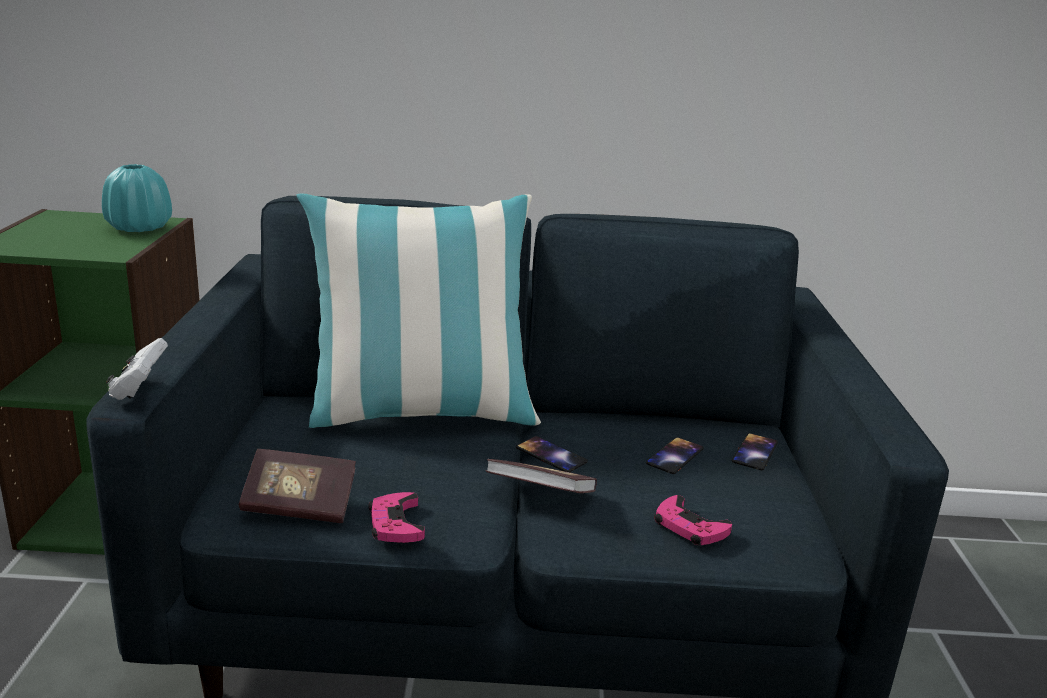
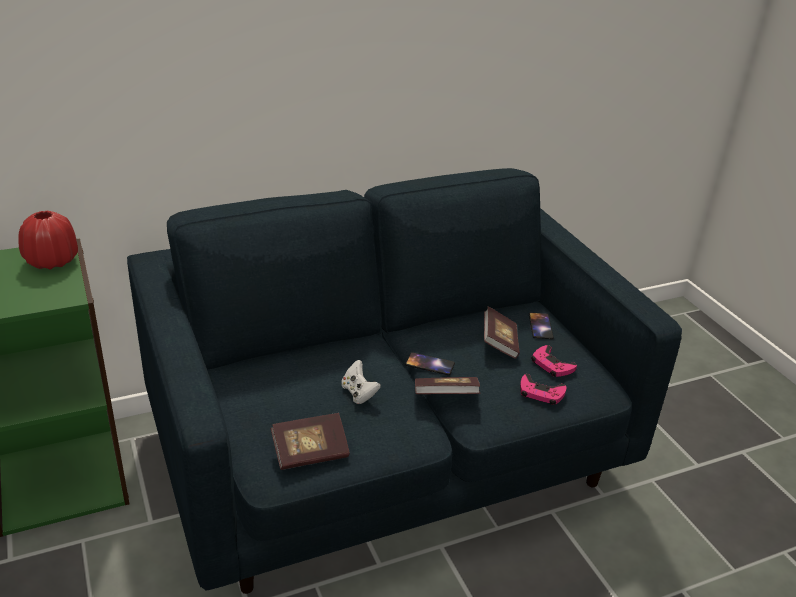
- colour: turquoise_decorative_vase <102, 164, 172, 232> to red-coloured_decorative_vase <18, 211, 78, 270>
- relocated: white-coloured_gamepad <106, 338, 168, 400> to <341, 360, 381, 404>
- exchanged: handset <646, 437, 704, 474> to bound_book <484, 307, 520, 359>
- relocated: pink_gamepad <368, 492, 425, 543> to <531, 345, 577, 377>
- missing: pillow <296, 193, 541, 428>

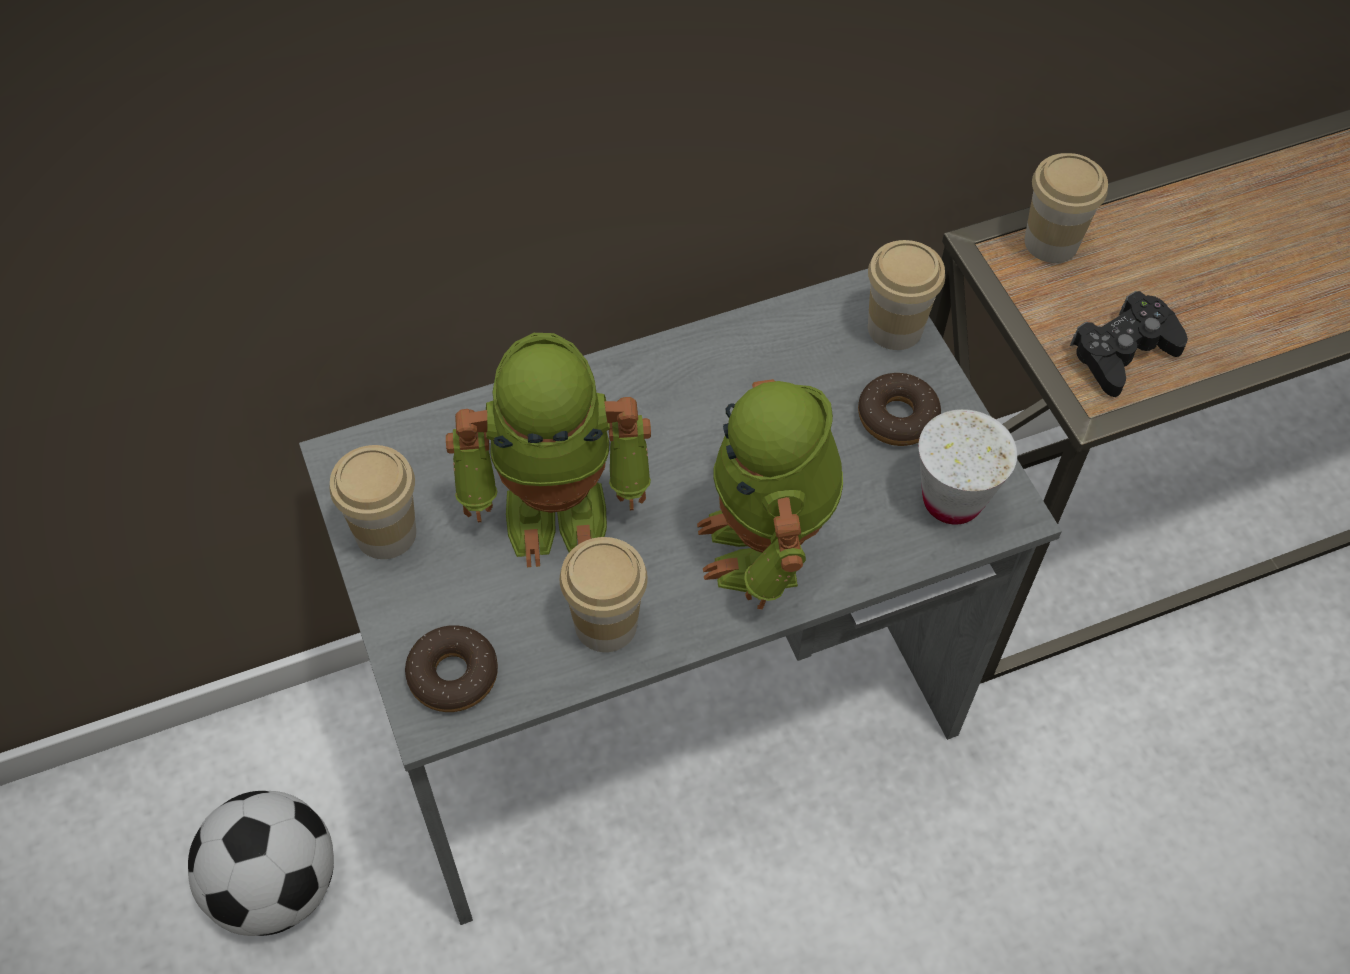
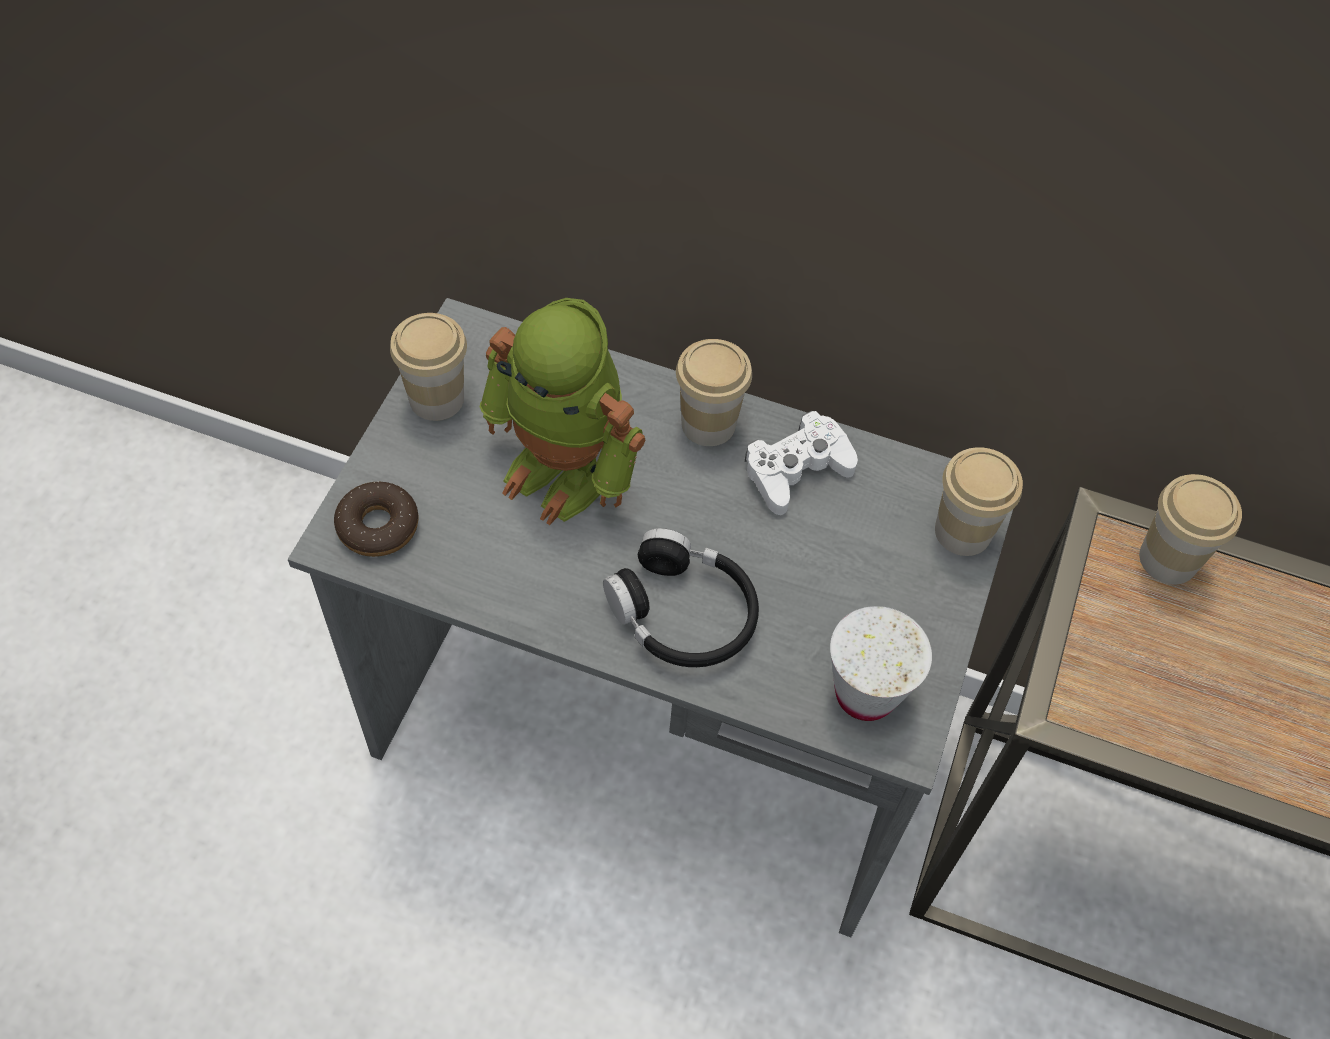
- exchanged: model_robot <697, 379, 843, 609> to blackish_pair_of_headphones <603, 528, 759, 667>
- relocated: small_cup <560, 537, 648, 652> to <676, 339, 752, 446>
- appeared: white-coloured_gamepad <745, 411, 858, 515>
- missing: football <188, 791, 334, 936>
- missing: doughnut <858, 373, 941, 446>
- missing: blackish_gamepad <1070, 291, 1188, 397>

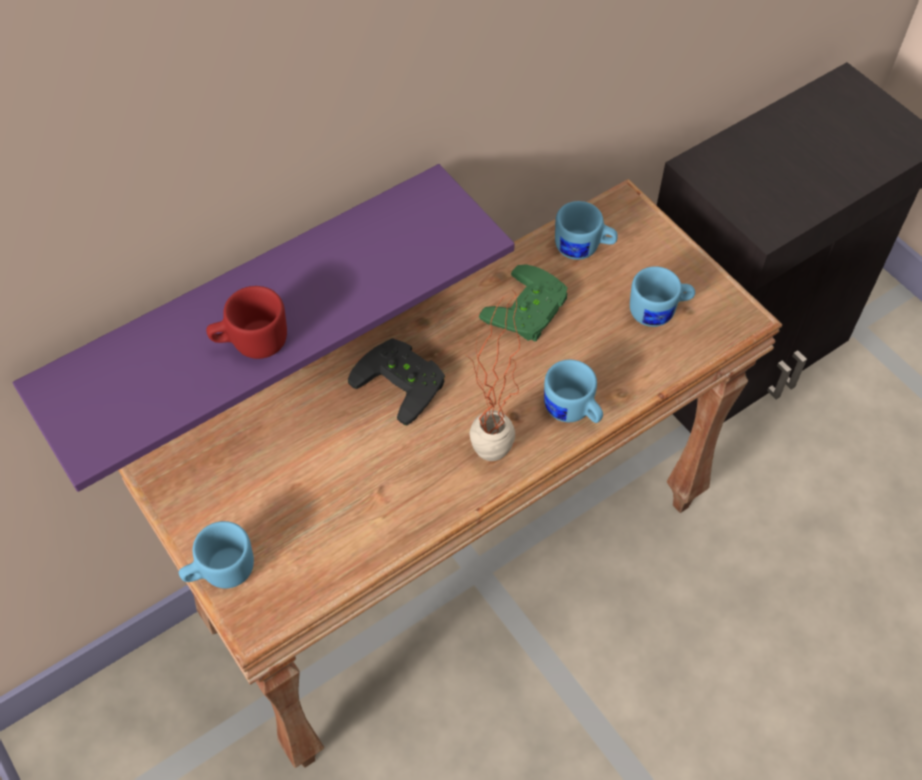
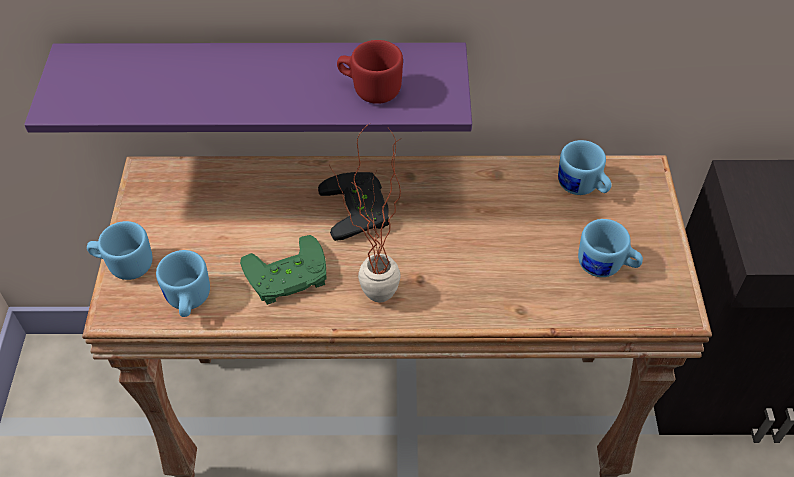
- relocated: blue-coloured_mug <544, 360, 603, 423> to <156, 250, 210, 317>
- relocated: green_gamepad <479, 264, 568, 341> to <240, 235, 327, 305>
- relocated: red-coloured_mug <206, 286, 287, 359> to <337, 40, 403, 104>

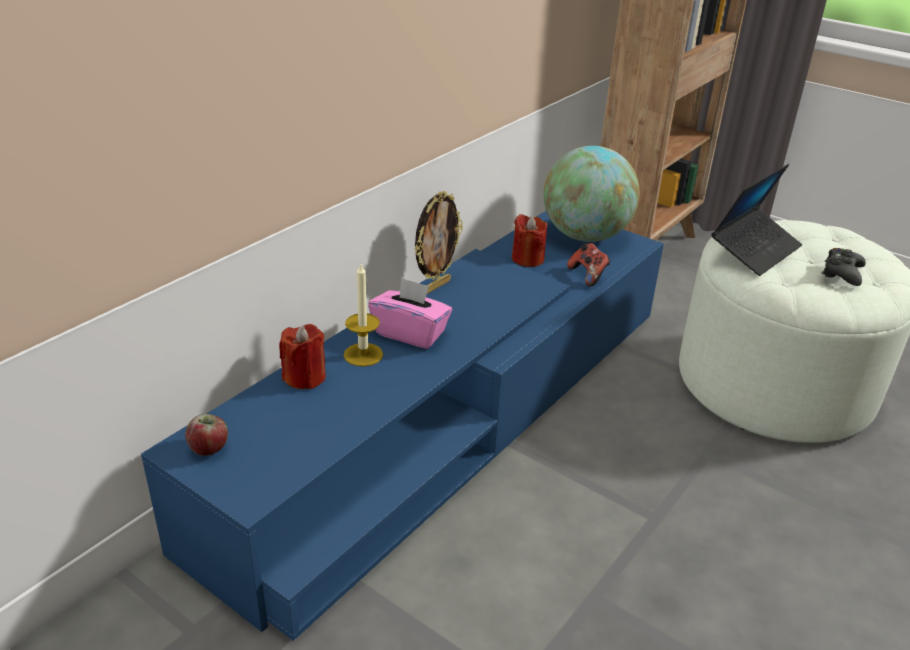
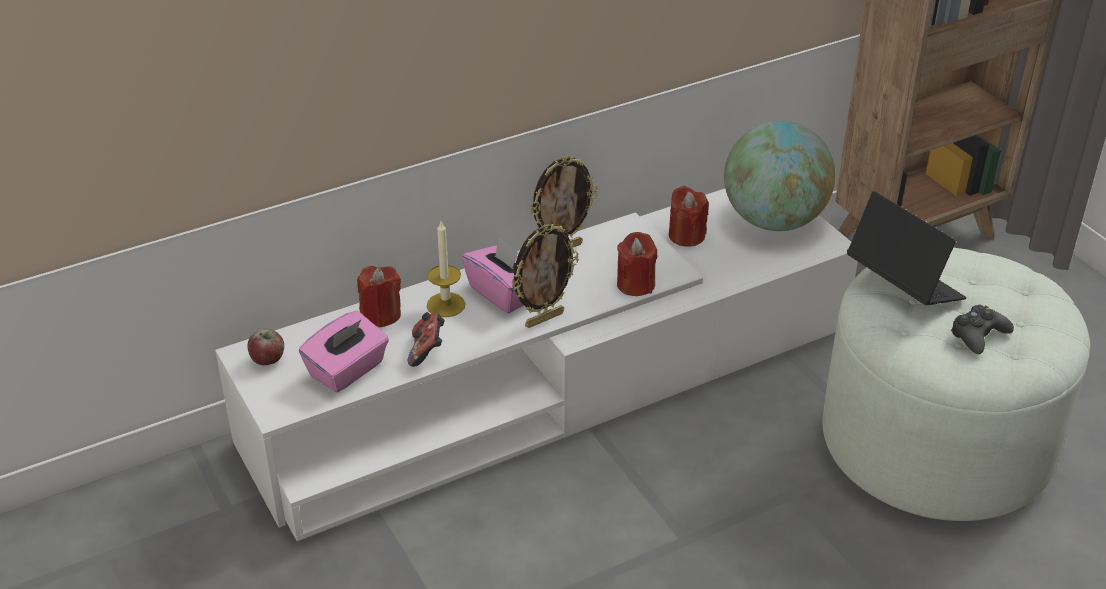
- colour: blue-coloured_media_console <141, 211, 664, 641> to white-coloured_media_console <215, 189, 858, 541>
- appeared: pink_tissue_box <299, 311, 389, 393>
- relocated: gamepad <567, 243, 611, 286> to <408, 312, 445, 367>
- appeared: standing_frame <511, 224, 579, 328>
- appeared: red-coloured_candle <617, 232, 657, 296>
- spun: laptop <711, 164, 802, 276> = <847, 191, 966, 305> 105 degrees counterclockwise

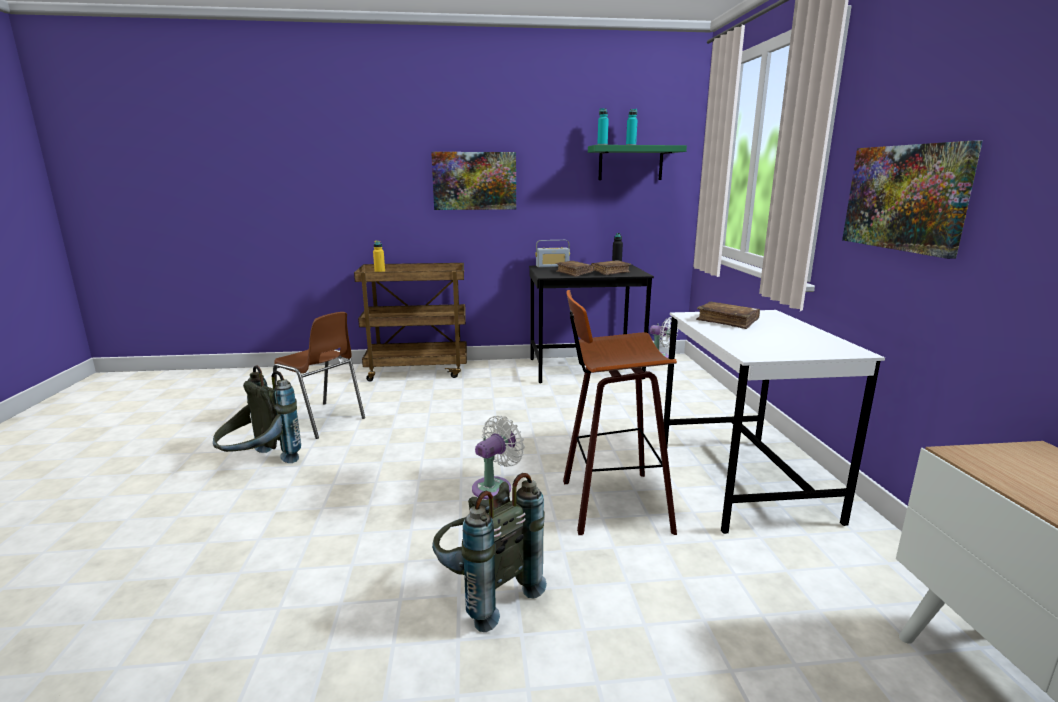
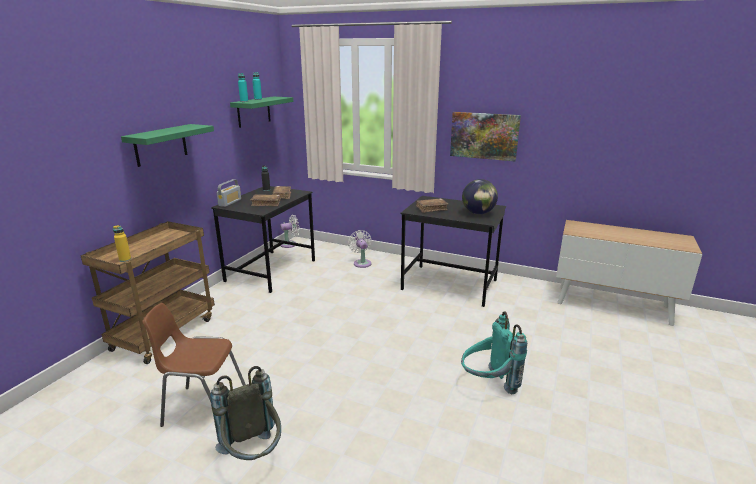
- exchanged: picture <431, 152, 516, 210> to green_wall_shelf <121, 124, 214, 167>
- spun: brown_plain_chair <273, 312, 365, 439> = <143, 303, 246, 427> 150 degrees counterclockwise
- relocated: white-coloured_electric_fan <472, 415, 525, 500> to <348, 230, 372, 268>
- colour: white-coloured_desk <664, 310, 885, 534> to blackish_desk <401, 196, 506, 307>
- colour: gray_backpack <432, 473, 547, 632> to turquoise_backpack <461, 311, 527, 394>
- appeared: desk_globe <462, 179, 498, 214>
- missing: stool_seat <563, 290, 677, 535>

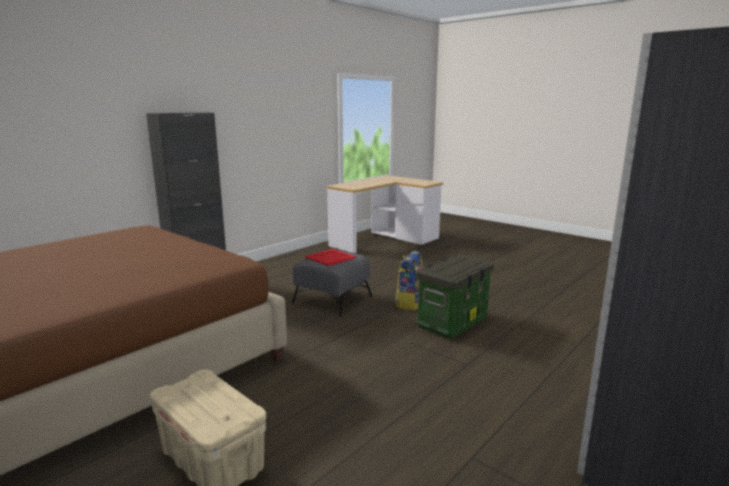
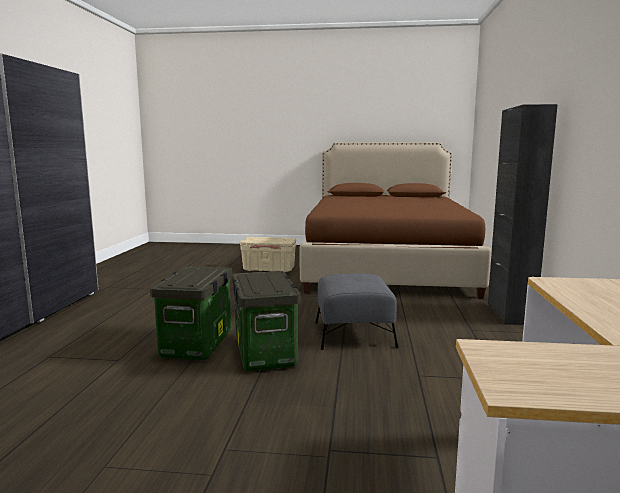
- exchanged: backpack <395, 251, 423, 311> to storage_bin <232, 271, 301, 372>
- missing: red-coloured_tray <305, 249, 356, 266>

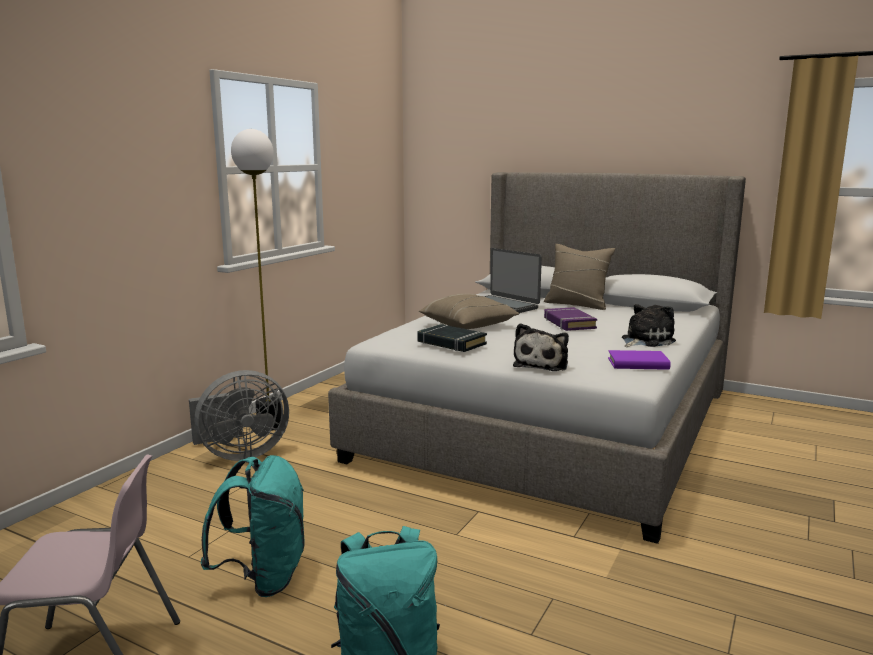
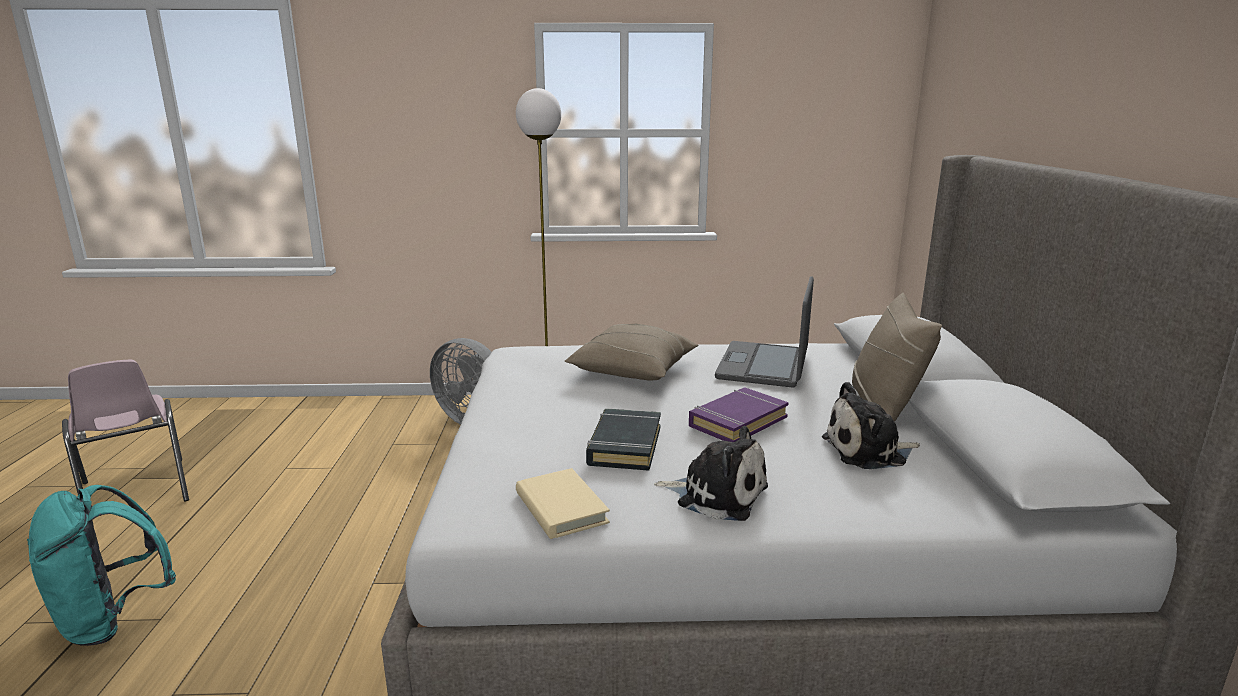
- colour: purple_bound_book <608, 350, 671, 370> to sand-coloured_bound_book <516, 468, 610, 539>
- relocated: blackish_bound_book <418, 324, 487, 352> to <586, 409, 661, 471>
- relocated: plush_toy <513, 323, 569, 371> to <822, 382, 920, 469>
- missing: turquoise_backpack <200, 455, 305, 597>

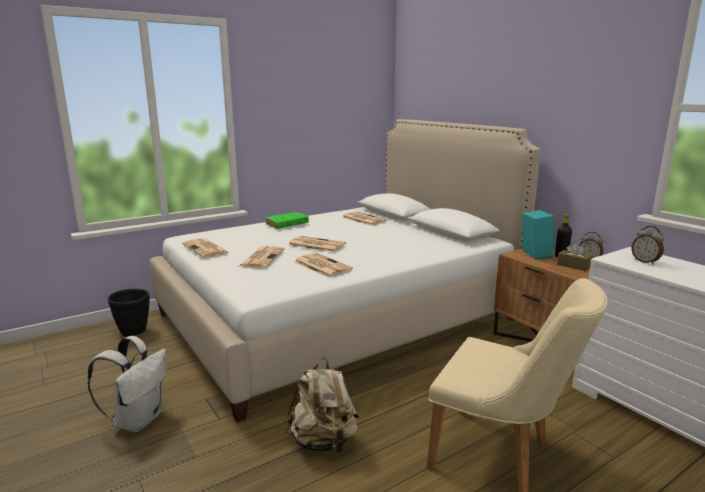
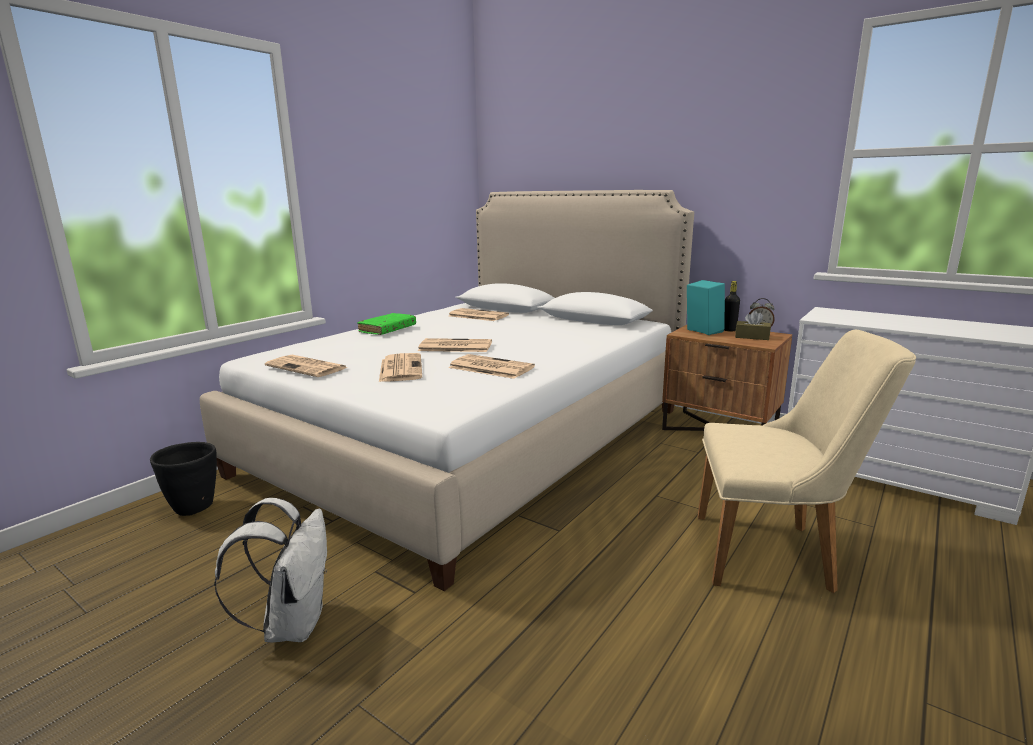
- missing: sand-coloured_backpack <285, 358, 359, 454>
- missing: table_clock <631, 226, 664, 265>

